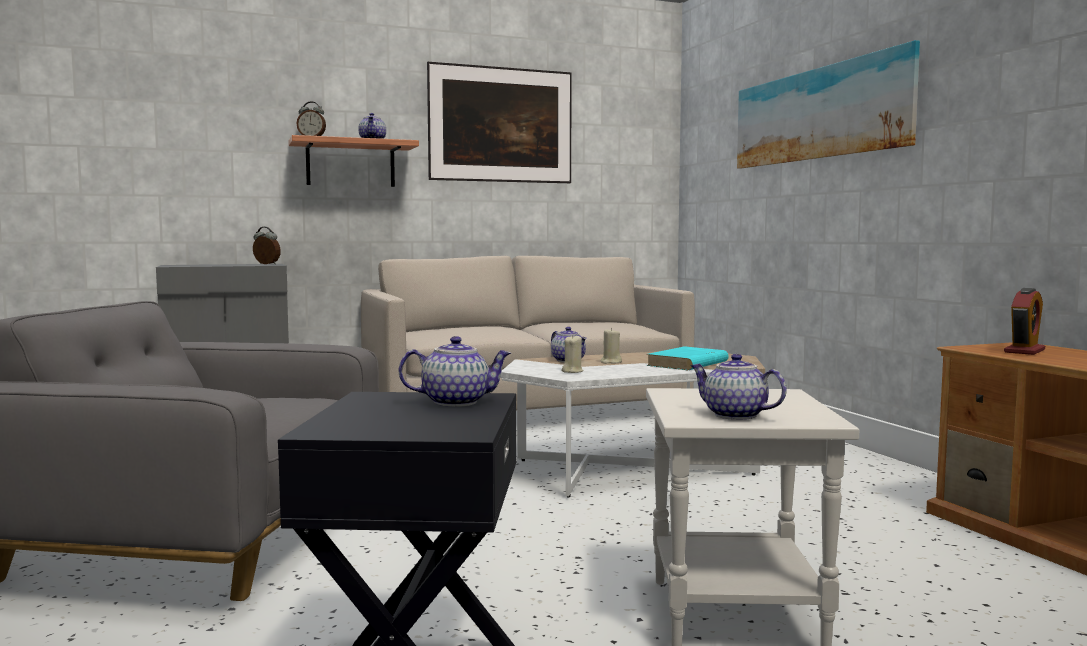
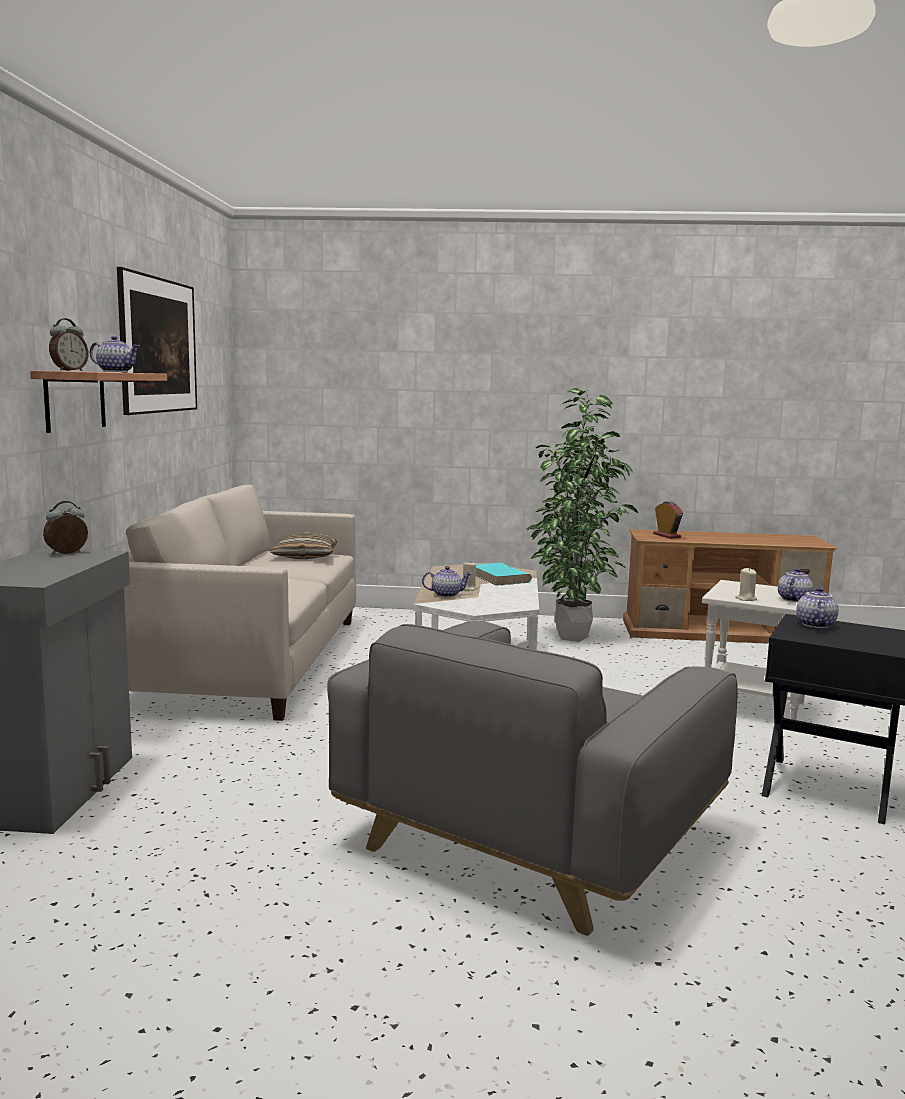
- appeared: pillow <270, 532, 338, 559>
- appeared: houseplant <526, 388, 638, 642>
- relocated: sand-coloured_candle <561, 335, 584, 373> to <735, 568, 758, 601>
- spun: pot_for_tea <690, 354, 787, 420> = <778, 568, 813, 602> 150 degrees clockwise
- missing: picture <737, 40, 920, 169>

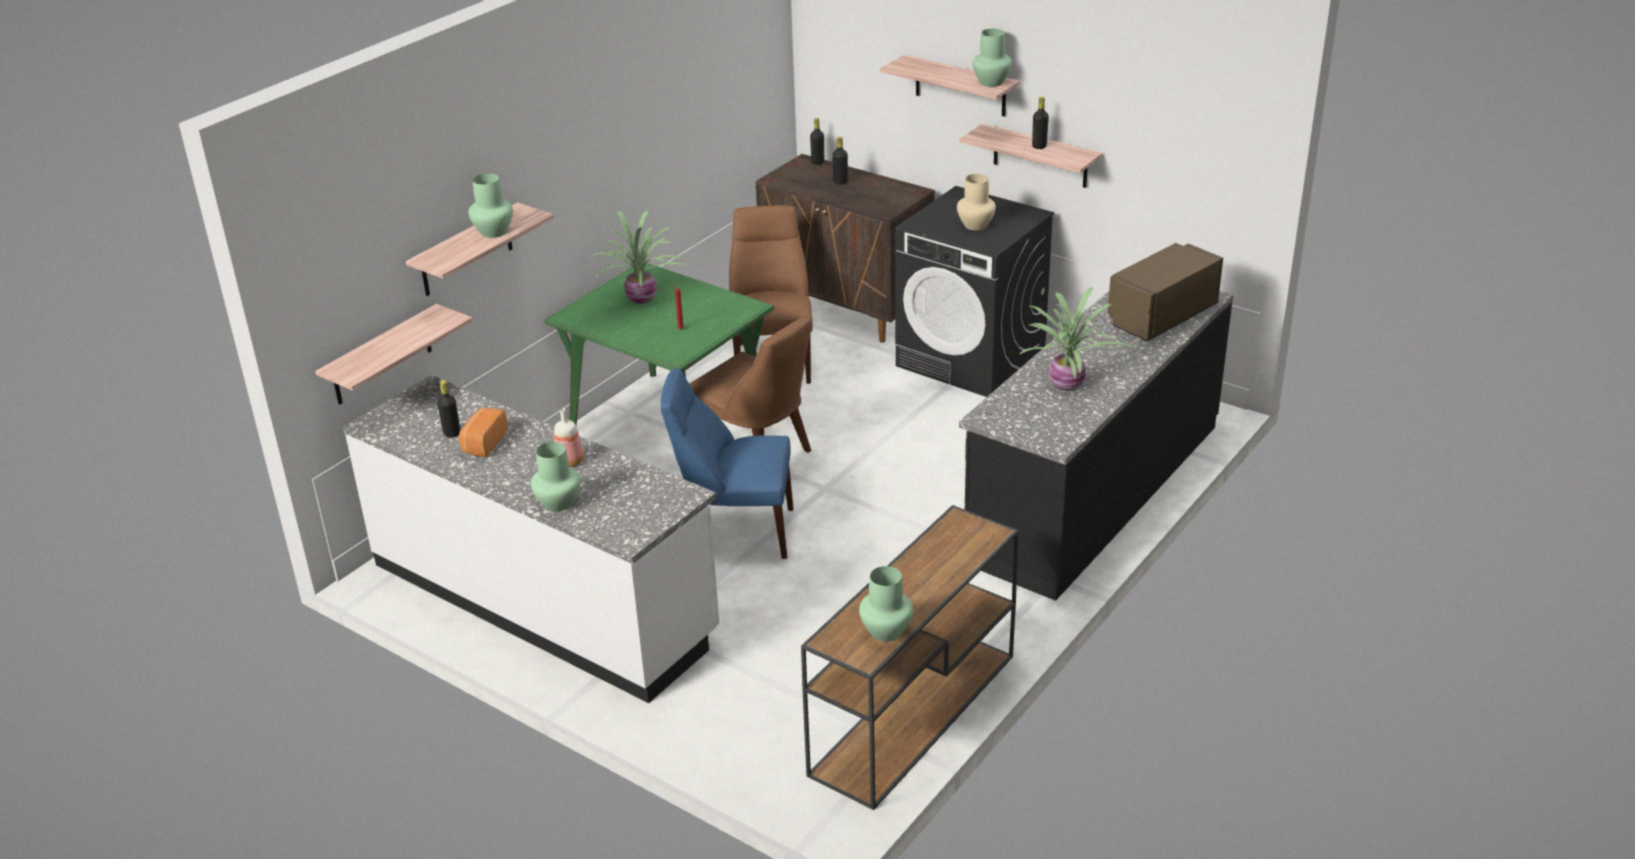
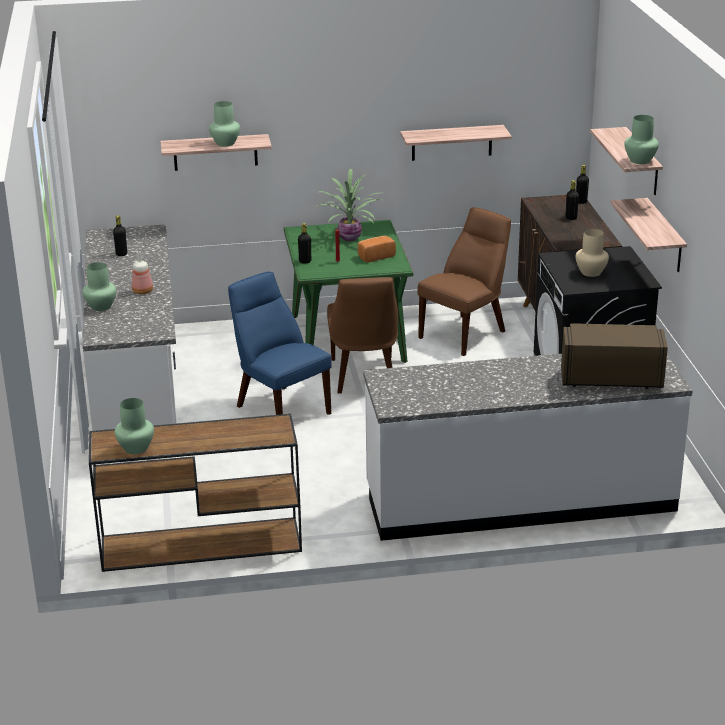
- relocated: blackish_drink_bottle <1032, 97, 1049, 149> to <298, 223, 311, 264>
- relocated: bread <458, 408, 508, 457> to <358, 236, 396, 263>
- colour: blackish_counter <959, 291, 1234, 601> to white-coloured_counter <363, 354, 693, 541>
- relocated: wall_shelf <315, 304, 473, 405> to <400, 125, 512, 161>
- missing: houseplant <1019, 287, 1136, 391>

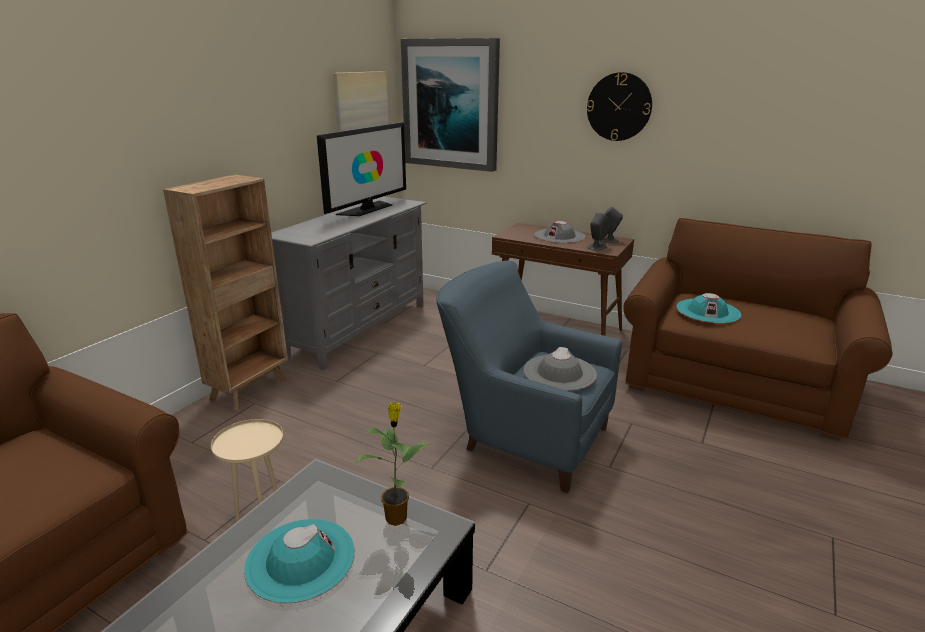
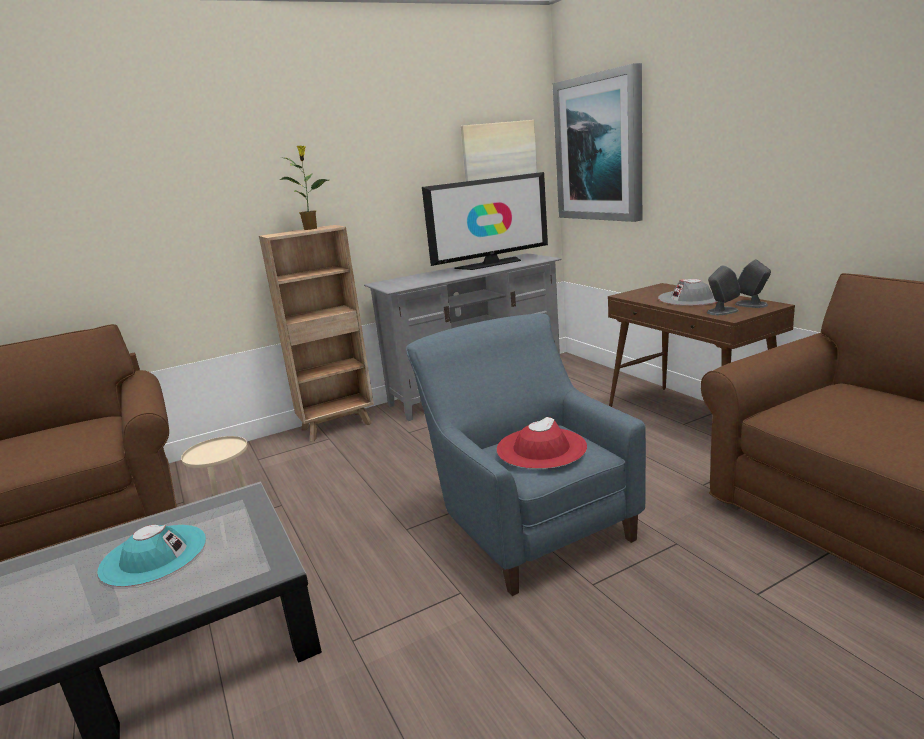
- relocated: houseplant <354, 402, 431, 526> to <279, 145, 329, 230>
- colour: gray_hat <524, 347, 597, 391> to red-coloured_hat <497, 417, 587, 469>
- missing: hanging_clock <587, 72, 652, 141>
- missing: turquoise_hat <676, 293, 741, 323>

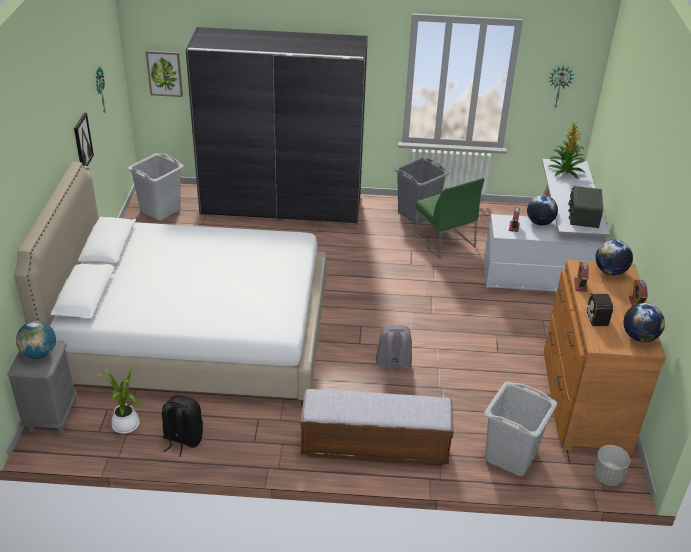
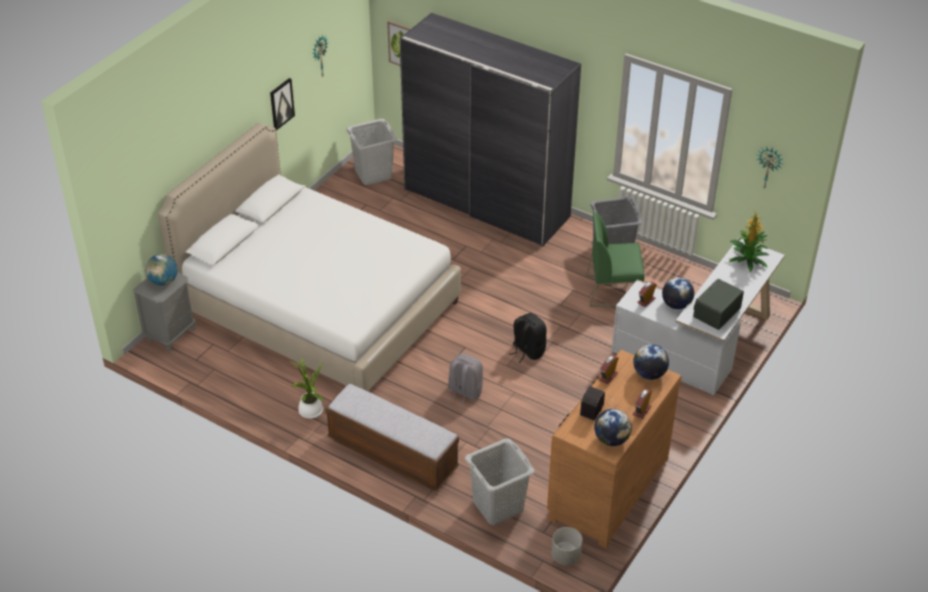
- relocated: houseplant <96, 364, 142, 434> to <290, 358, 324, 419>
- relocated: blackish_backpack <162, 395, 203, 457> to <509, 313, 547, 363>
- spun: green_plain_chair <414, 178, 485, 259> = <586, 211, 645, 307> 90 degrees clockwise

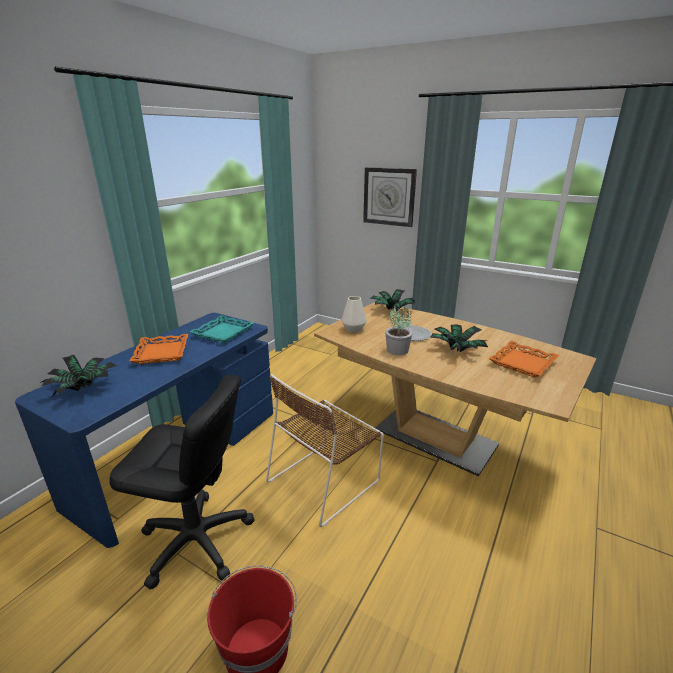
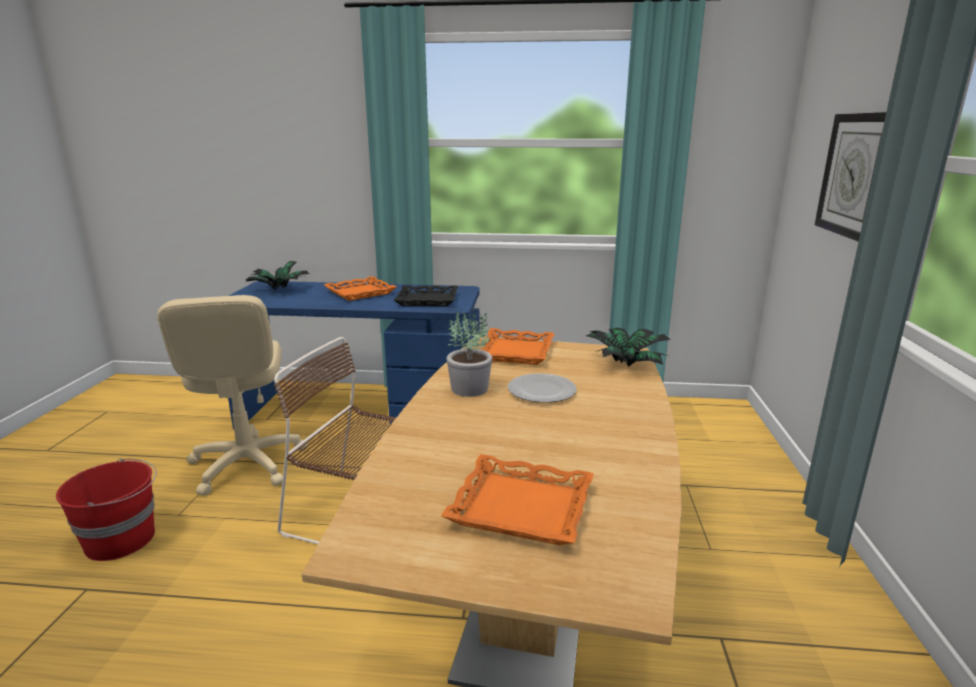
- colour: blackish_office_chair <109, 375, 255, 589> to sand-coloured_office_chair <157, 295, 308, 496>
- colour: turquoise_tray <190, 315, 254, 343> to blackish_tray <394, 285, 458, 307>
- exchanged: white-coloured_decorative_vase <341, 296, 367, 333> to orange-coloured_tray <479, 328, 555, 365>
- missing: houseplant <430, 324, 488, 352>

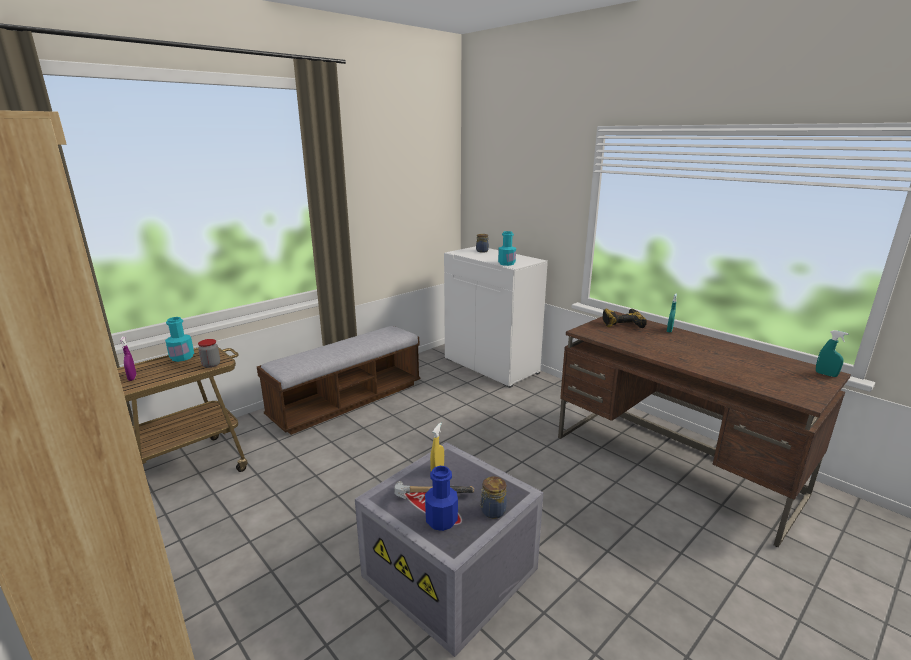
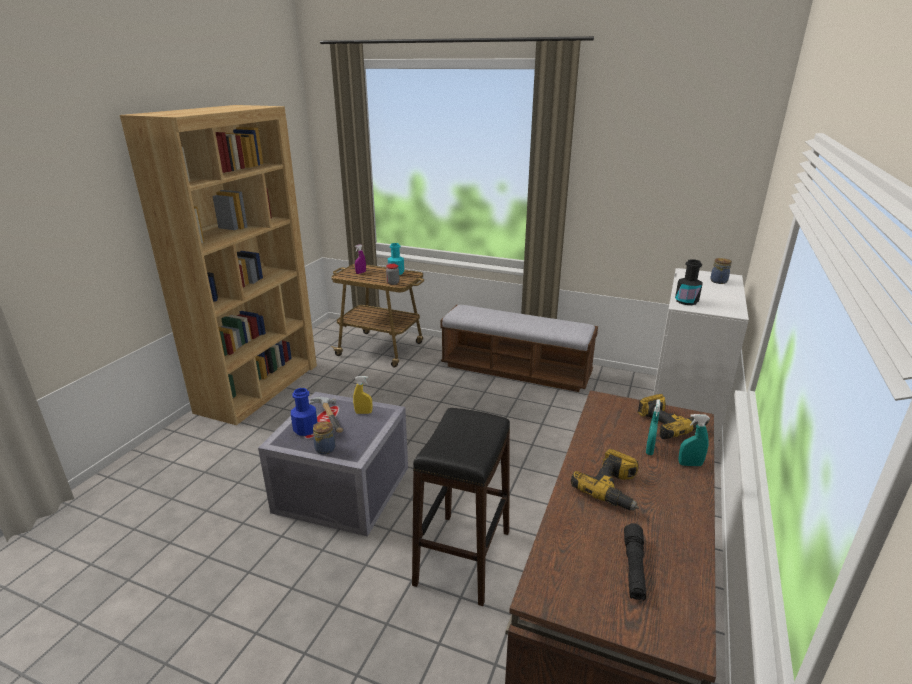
- appeared: blackish_stool_seat <412, 408, 510, 606>
- appeared: electric_drill <571, 449, 639, 510>
- appeared: blackish_torch <624, 523, 646, 601>
- relocated: turquoise_sprayer <816, 330, 849, 377> to <646, 399, 660, 455>
- colour: turquoise_drink_bottle <498, 231, 516, 266> to blackish_drink_bottle <675, 259, 703, 305>

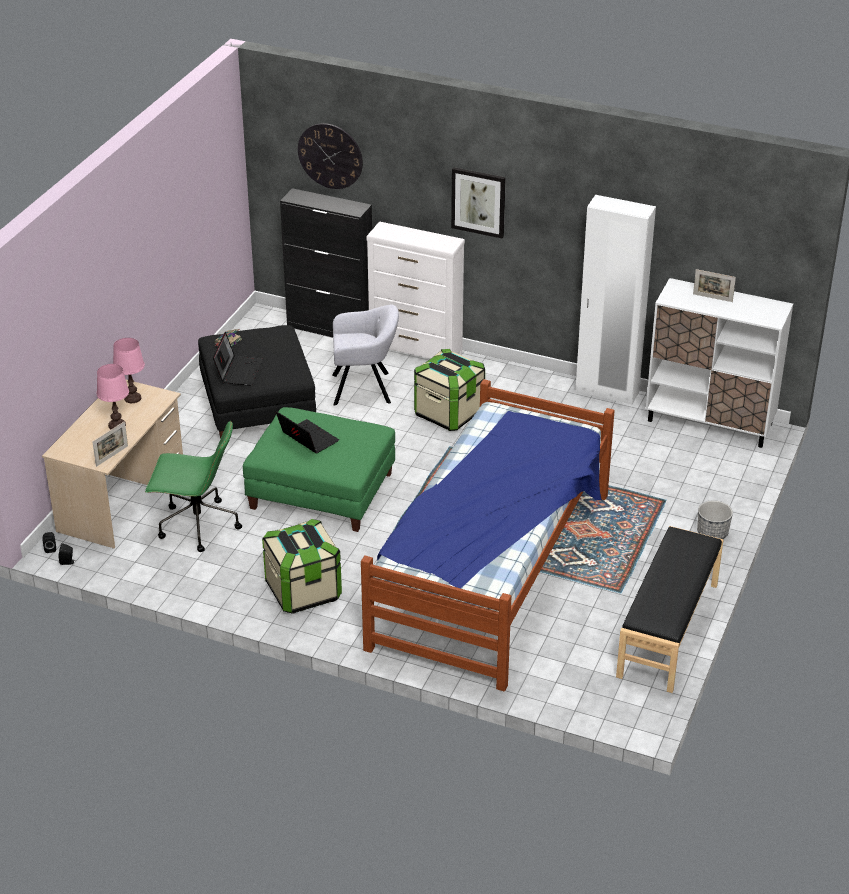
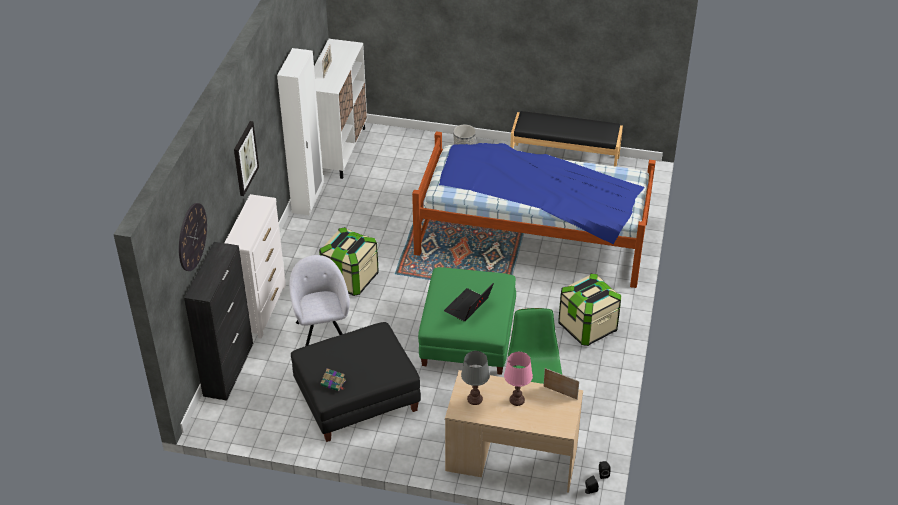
- colour: pink_lamp_for_a_table <113, 338, 145, 403> to gray_lamp_for_a_table <461, 351, 490, 405>
- missing: laptop <213, 332, 263, 386>

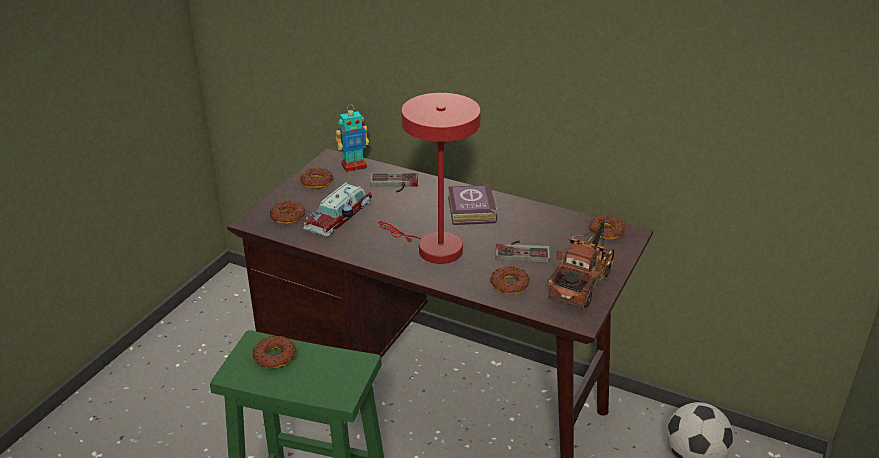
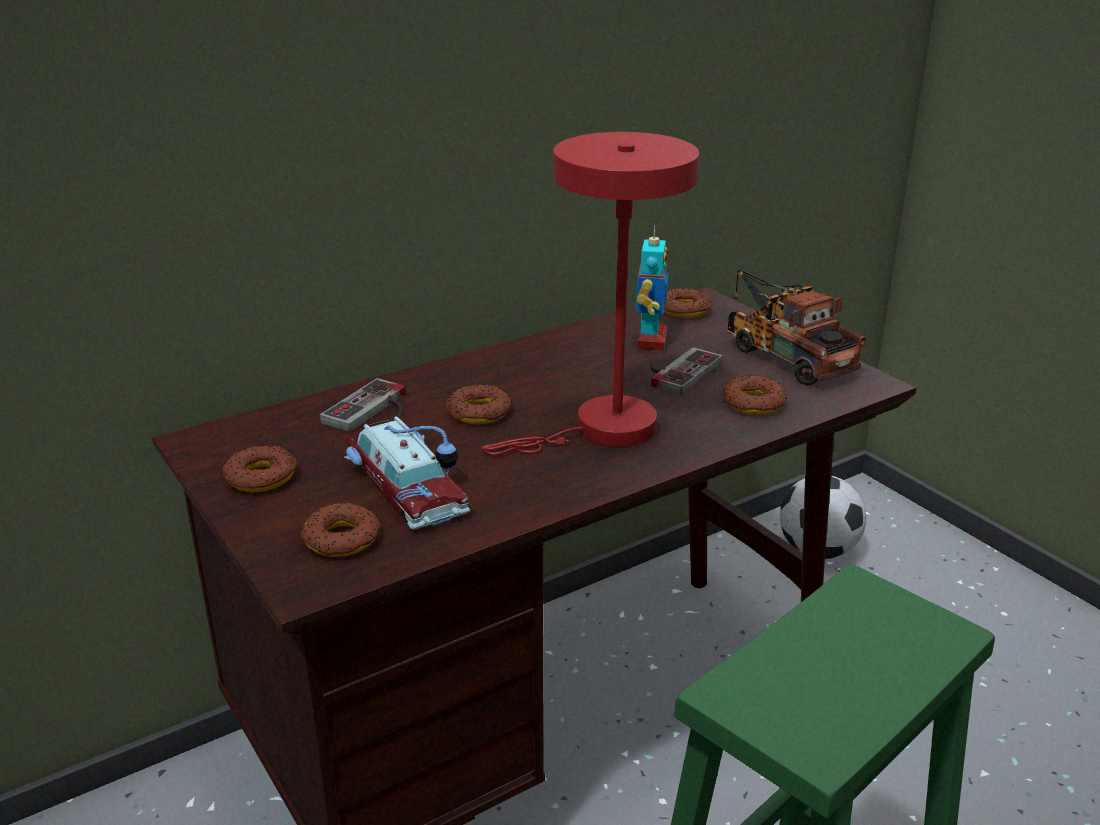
- relocated: doughnut <252, 336, 296, 369> to <446, 384, 512, 424>
- relocated: model_robot <335, 105, 369, 172> to <636, 226, 669, 350>
- missing: bound_book <448, 184, 497, 225>

